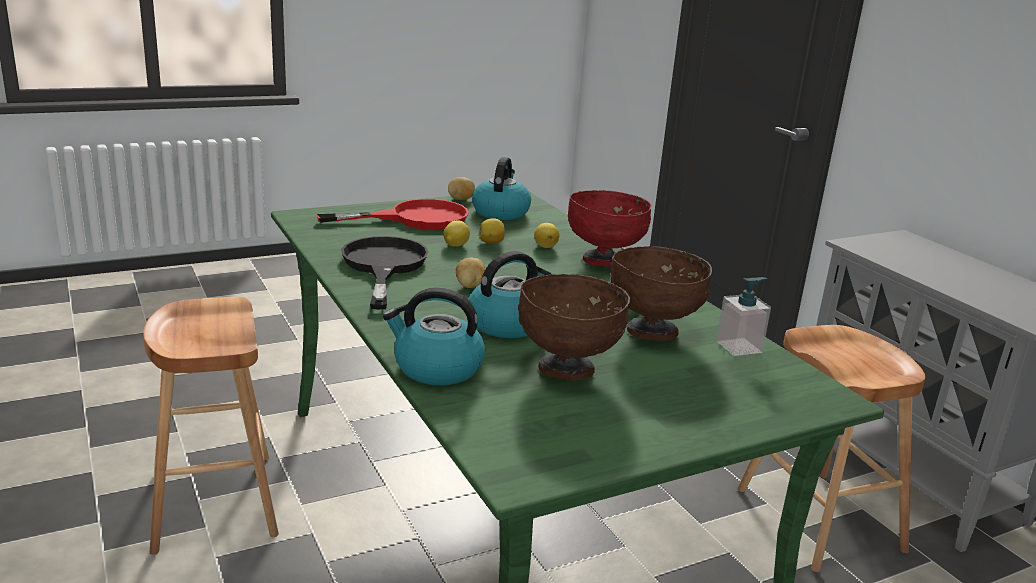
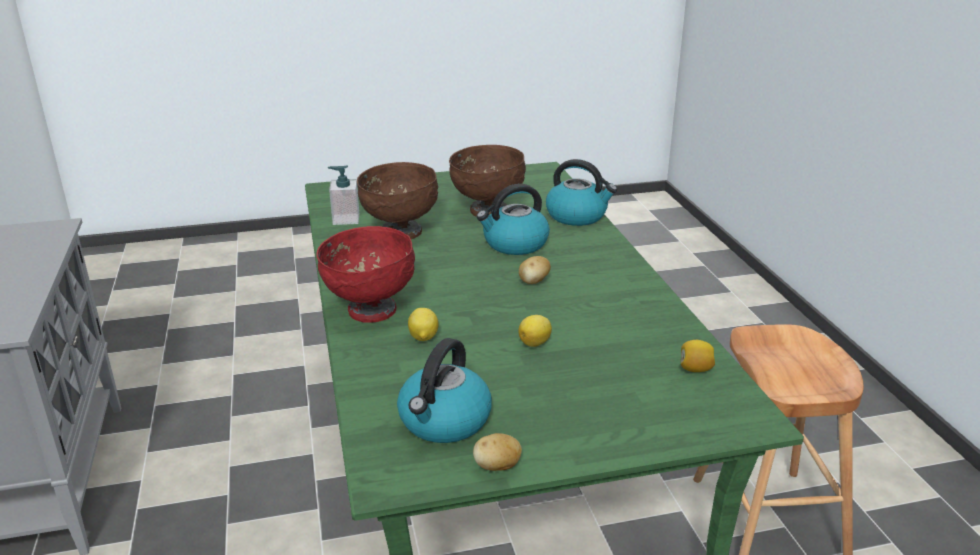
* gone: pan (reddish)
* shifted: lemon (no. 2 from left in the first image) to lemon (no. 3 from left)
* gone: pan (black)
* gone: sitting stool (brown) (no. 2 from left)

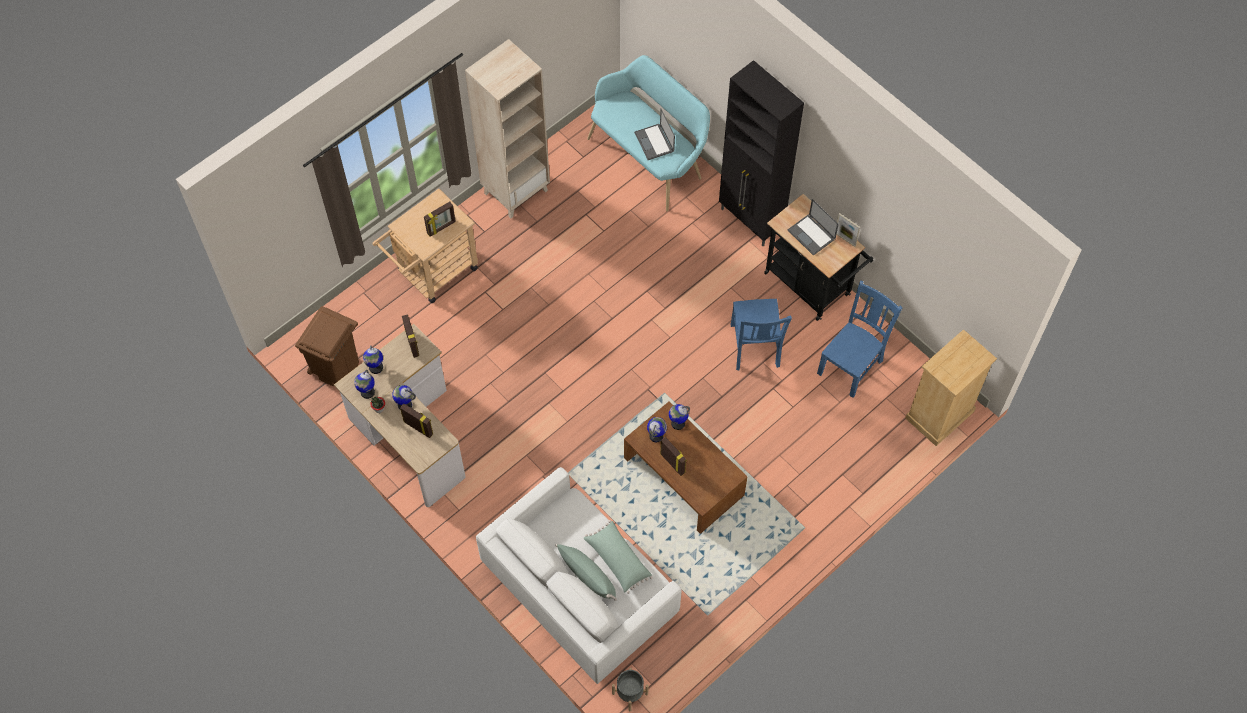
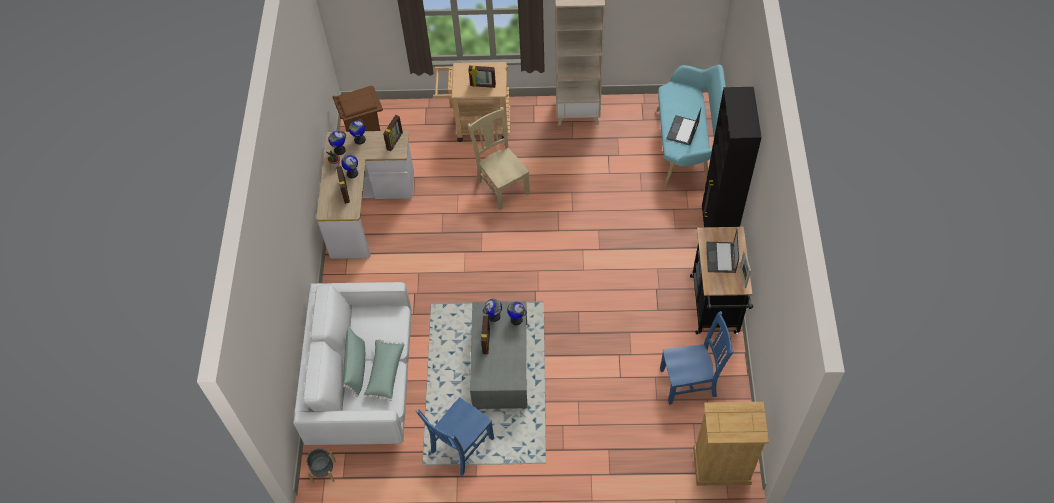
* shifted: plain chair (bluish) (no. 1 from left)
* repainted: low table (brown) to low table (gray)
* new: plain chair (sand-coloured)

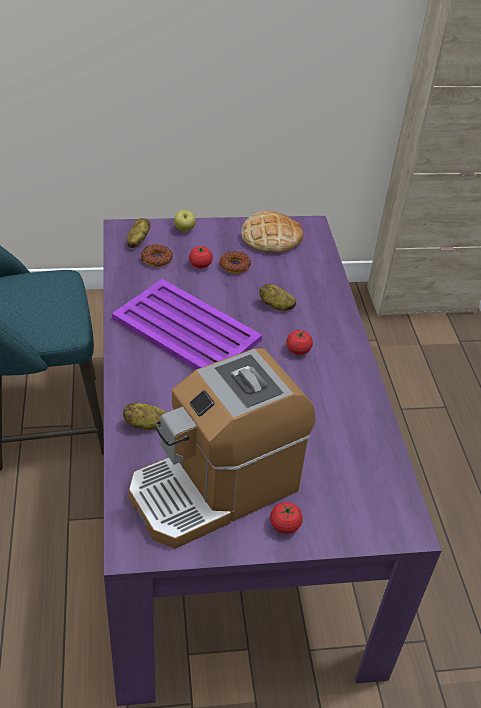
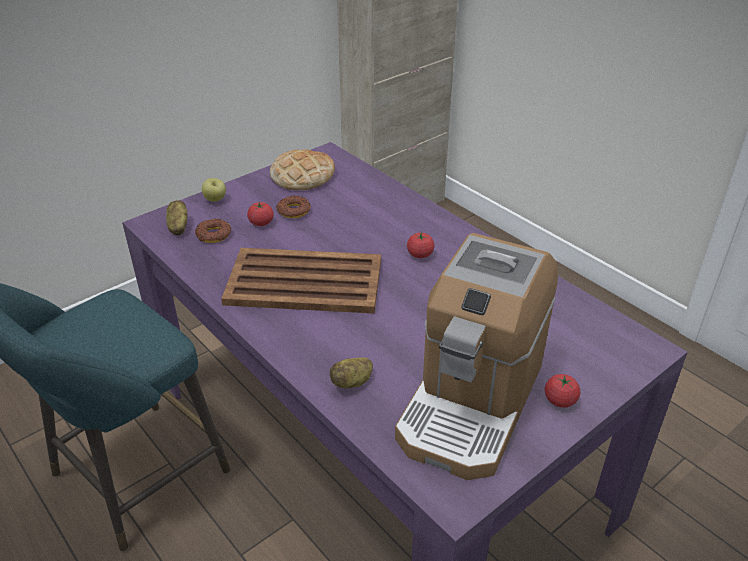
* repainted: tray (purplish) to tray (brown)
* gone: potato (no. 3 from left)

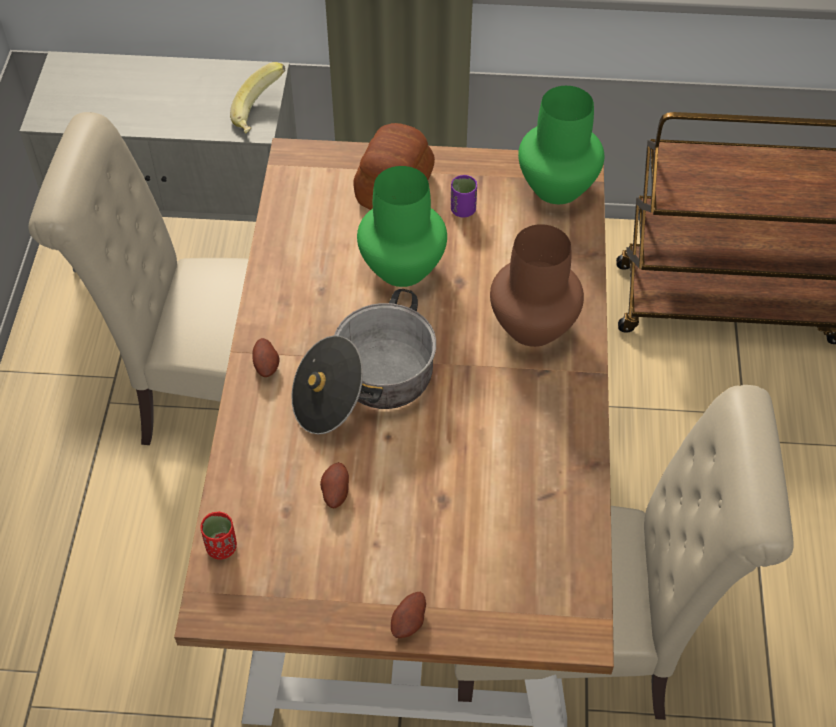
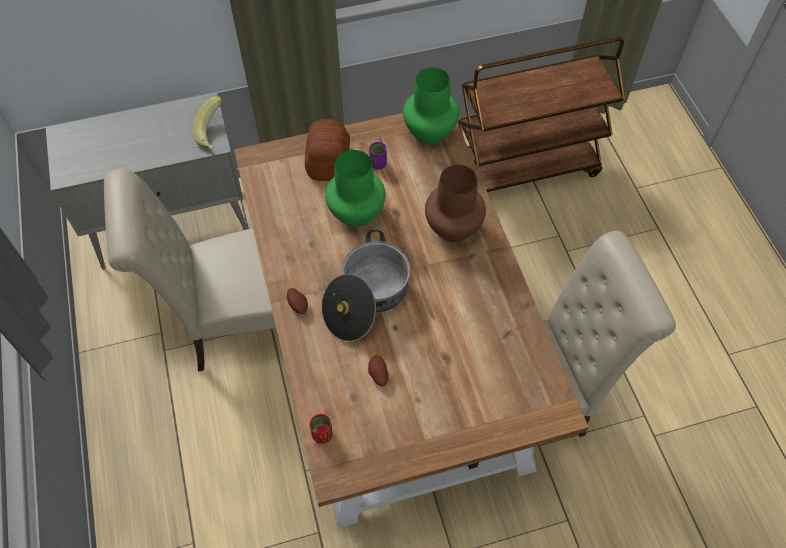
* gone: potato (no. 3 from left)

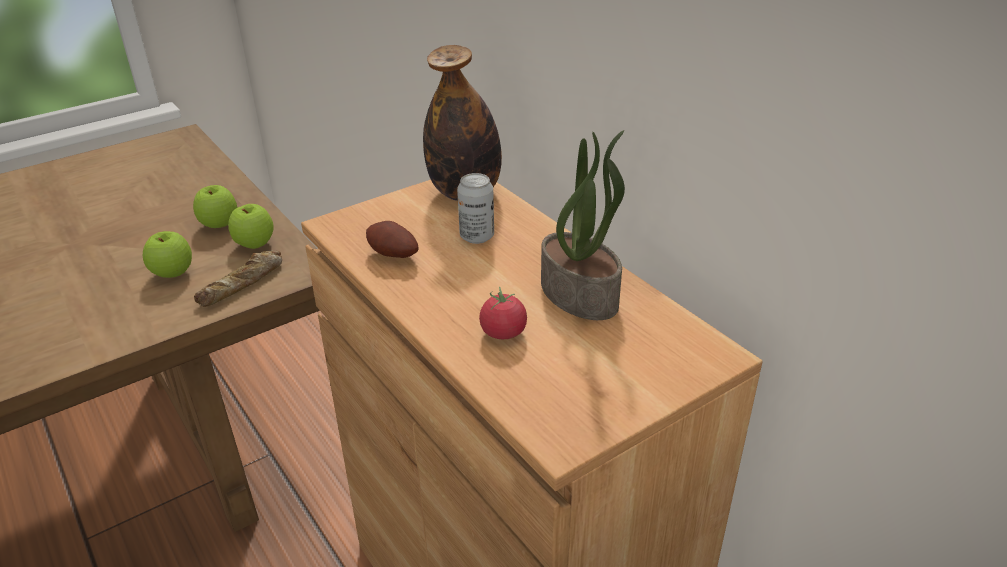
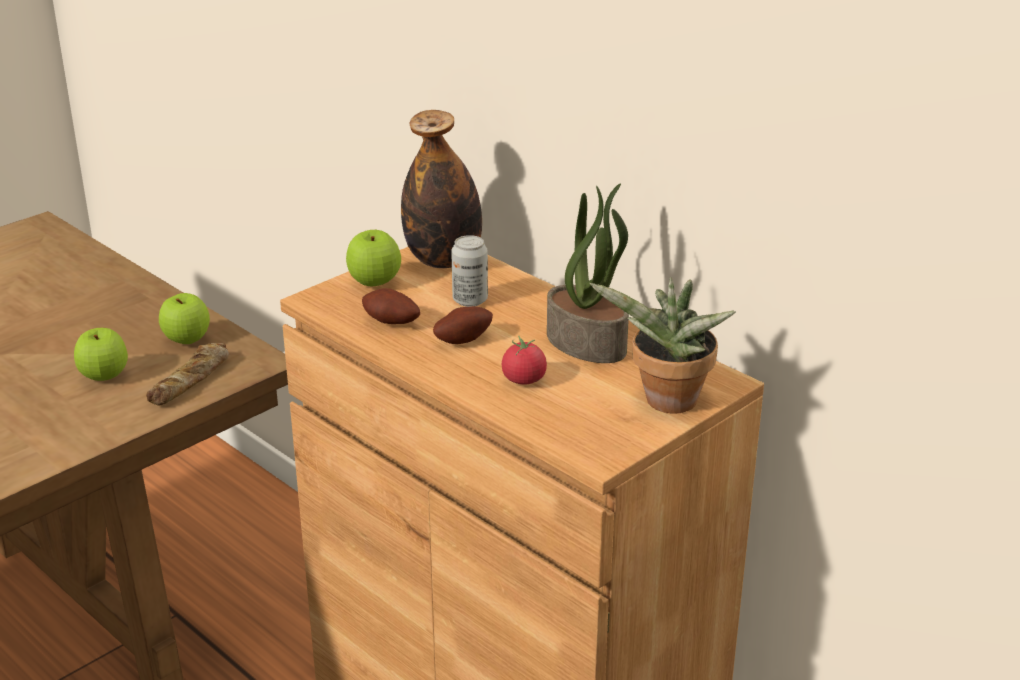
* shifted: apple (no. 2 from left in the first image) to apple (no. 3 from left)
* new: potted plant (no. 2 from left)
* new: potato (no. 2 from left)

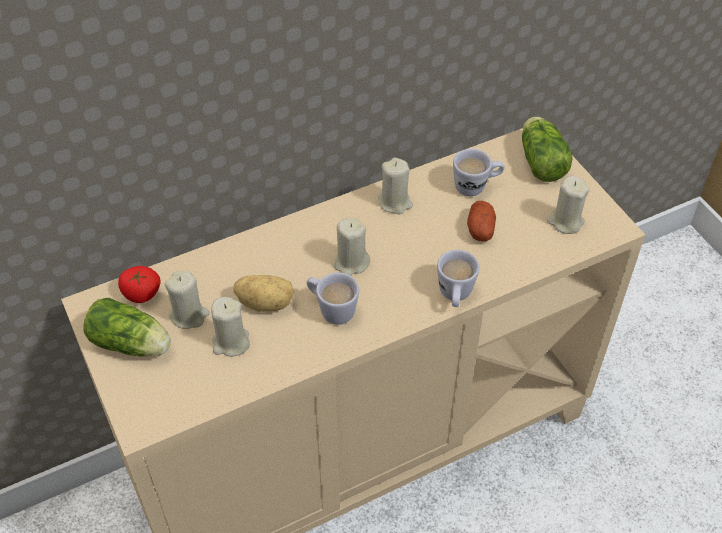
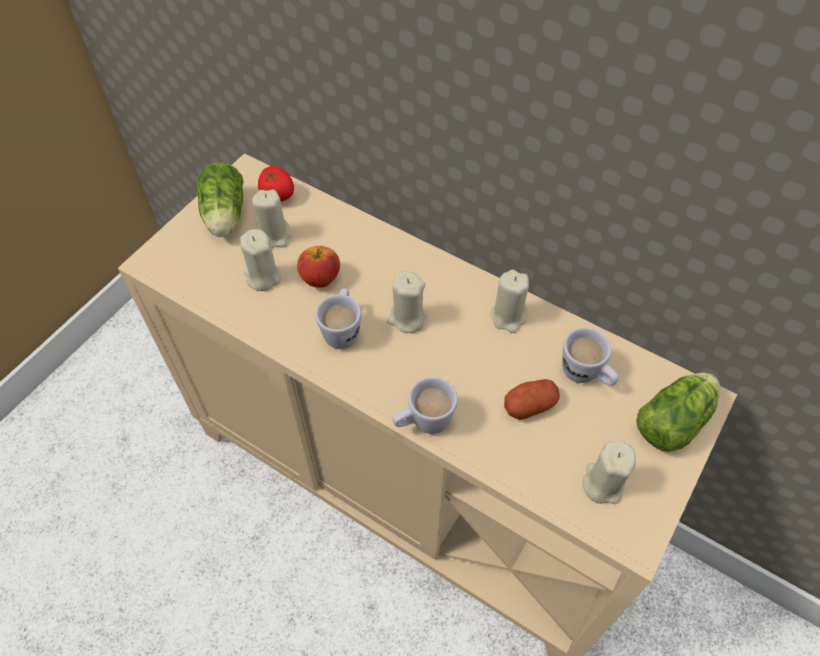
* swapped: potato (no. 1 from left) to apple

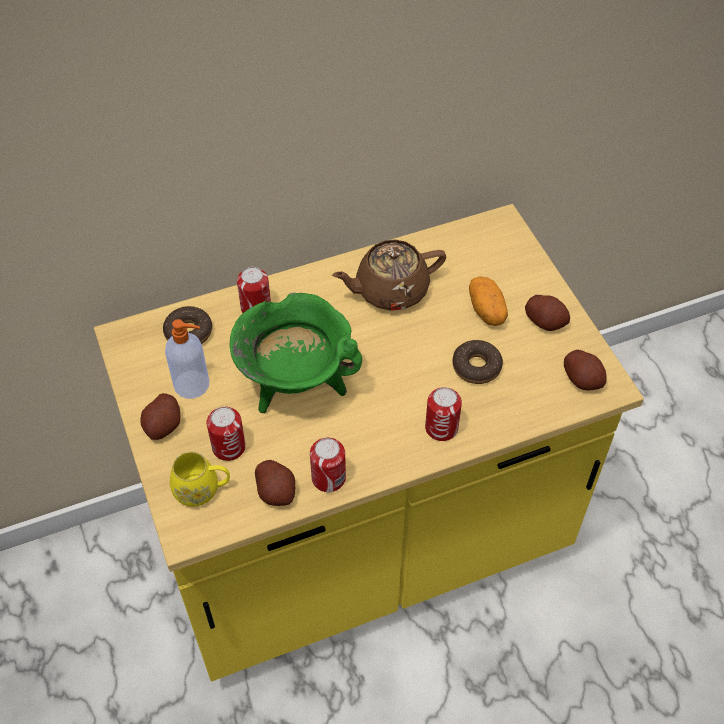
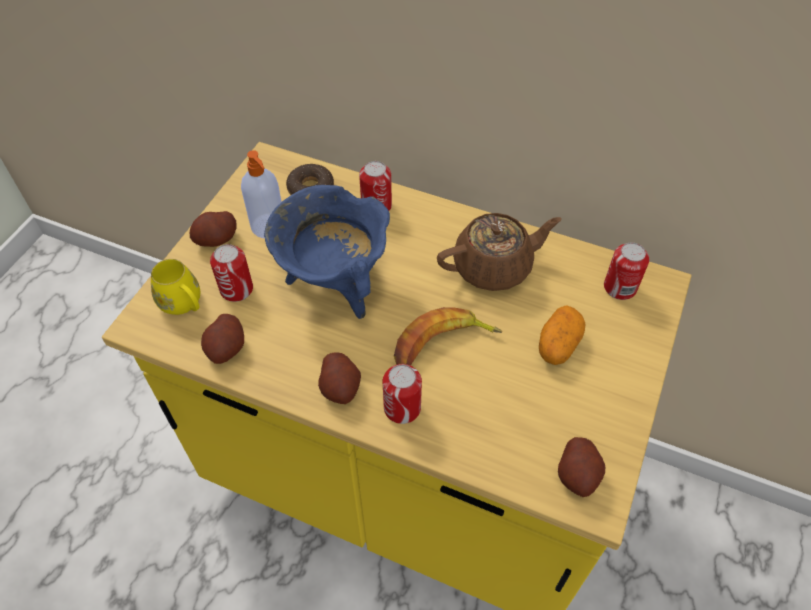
* rotated: teapot (brown) 135 degrees clockwise
* repainted: stockpot (green) to stockpot (bluish)
* shifted: potato (no. 4 from left in the first image) to potato (no. 3 from left)
* gone: ring doughnut (no. 2 from left)
* shifted: sealed can (no. 3 from left in the first image) to sealed can (no. 4 from left)
* new: banana

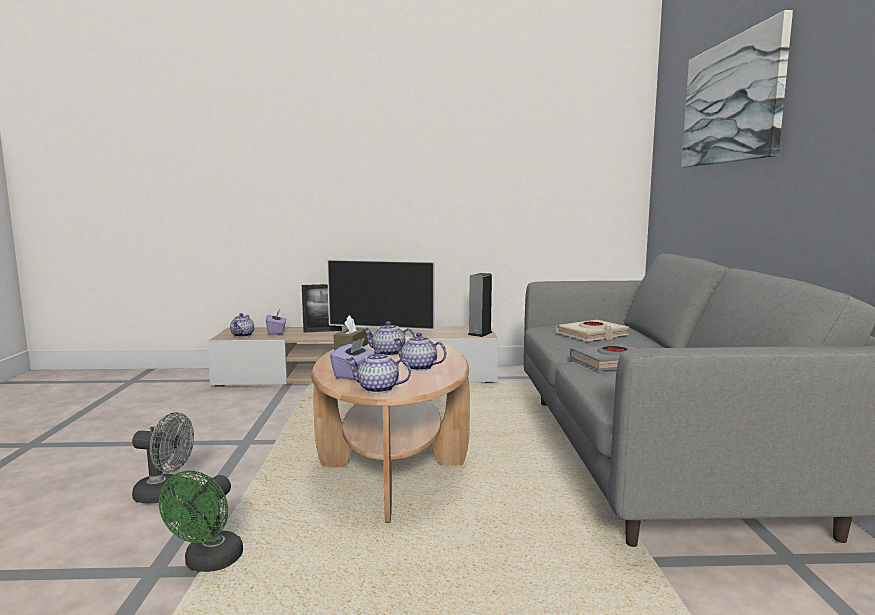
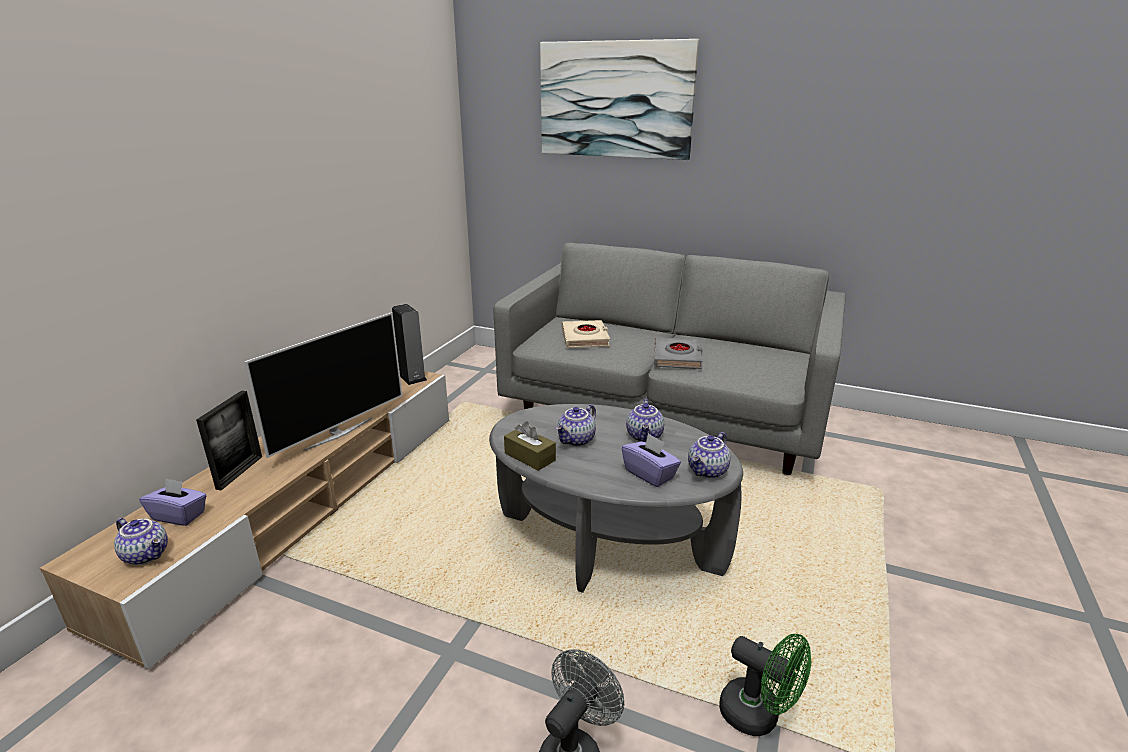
* rotated: teapot (no. 4 from left in the first image) 45 degrees counterclockwise
* repainted: low table (brown) to low table (gray)

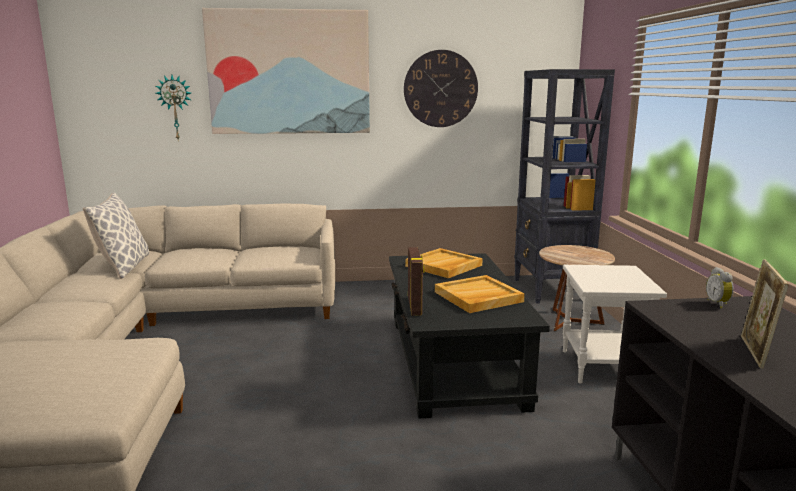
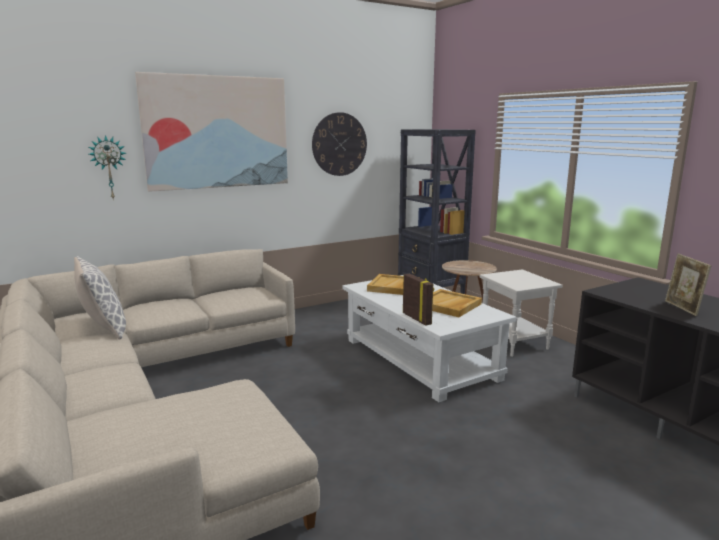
* repainted: low table (black) to low table (white-coloured)
* gone: alarm clock

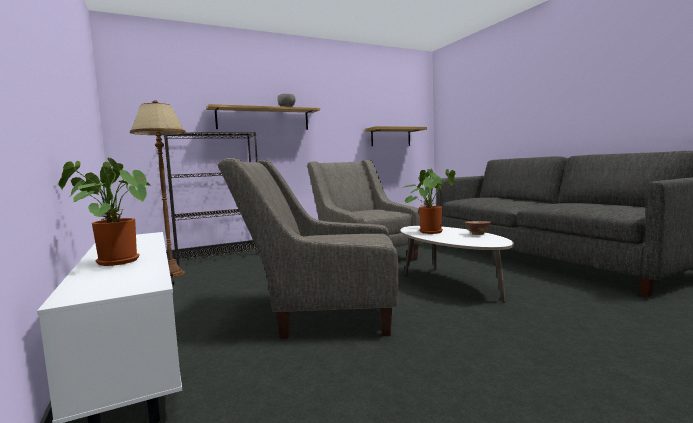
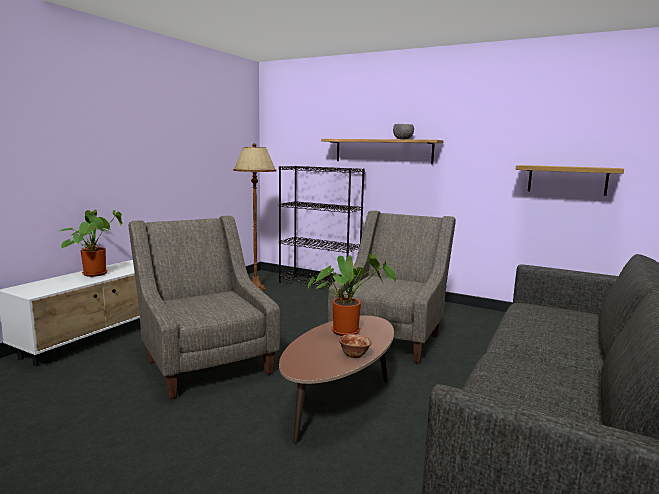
* repainted: low table (white-coloured) to low table (brown)

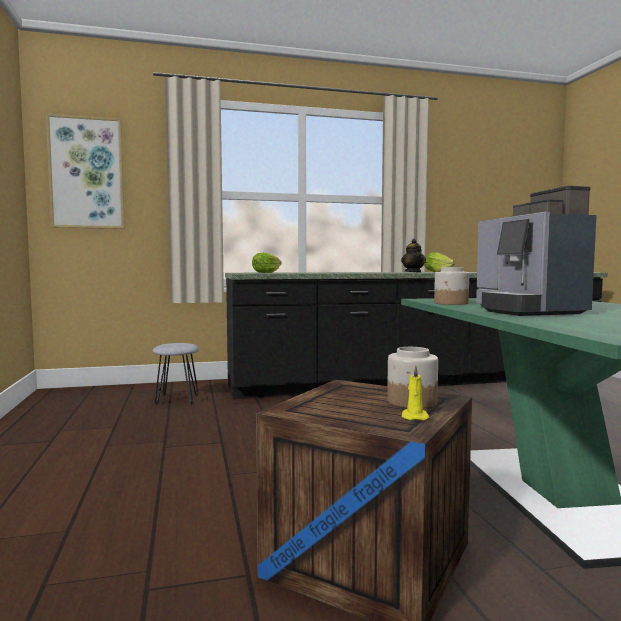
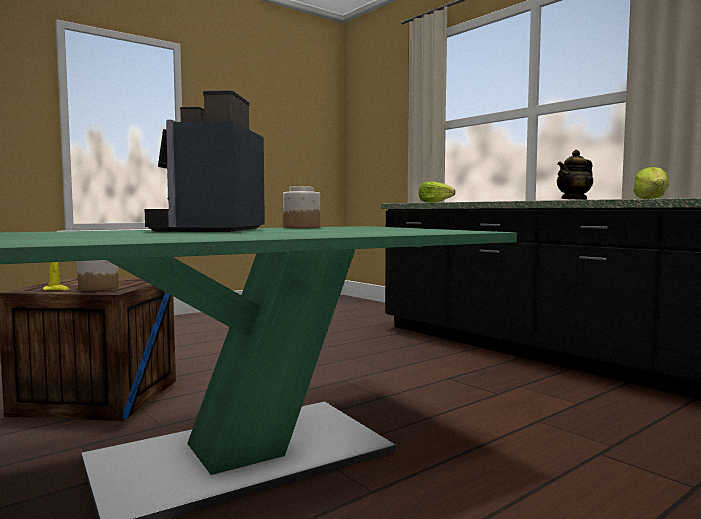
* gone: wall art
* rotated: coffee maker 45 degrees counterclockwise
* gone: sitting stool (gray)

